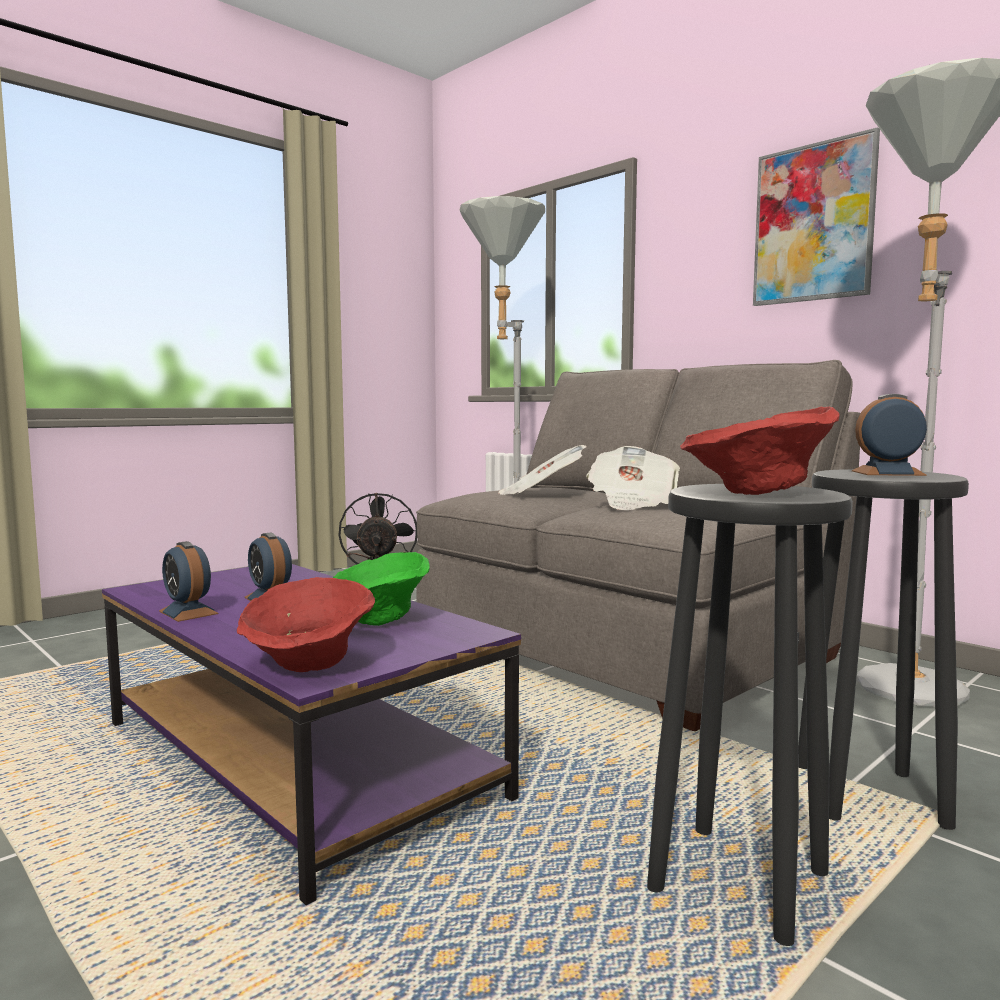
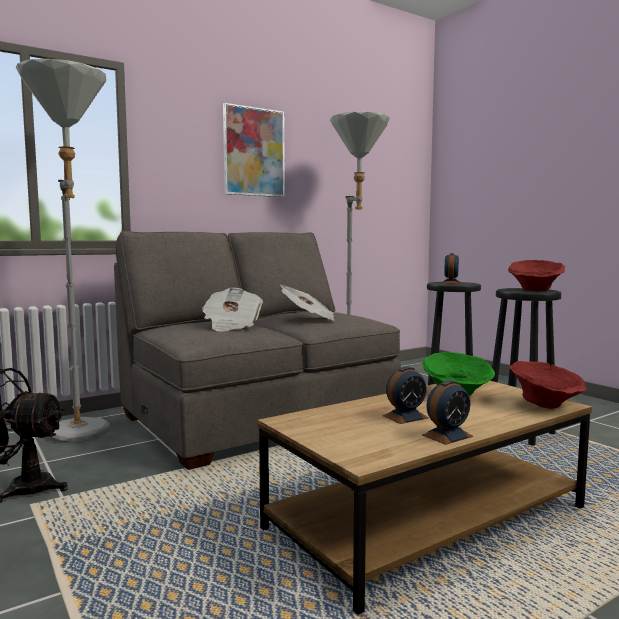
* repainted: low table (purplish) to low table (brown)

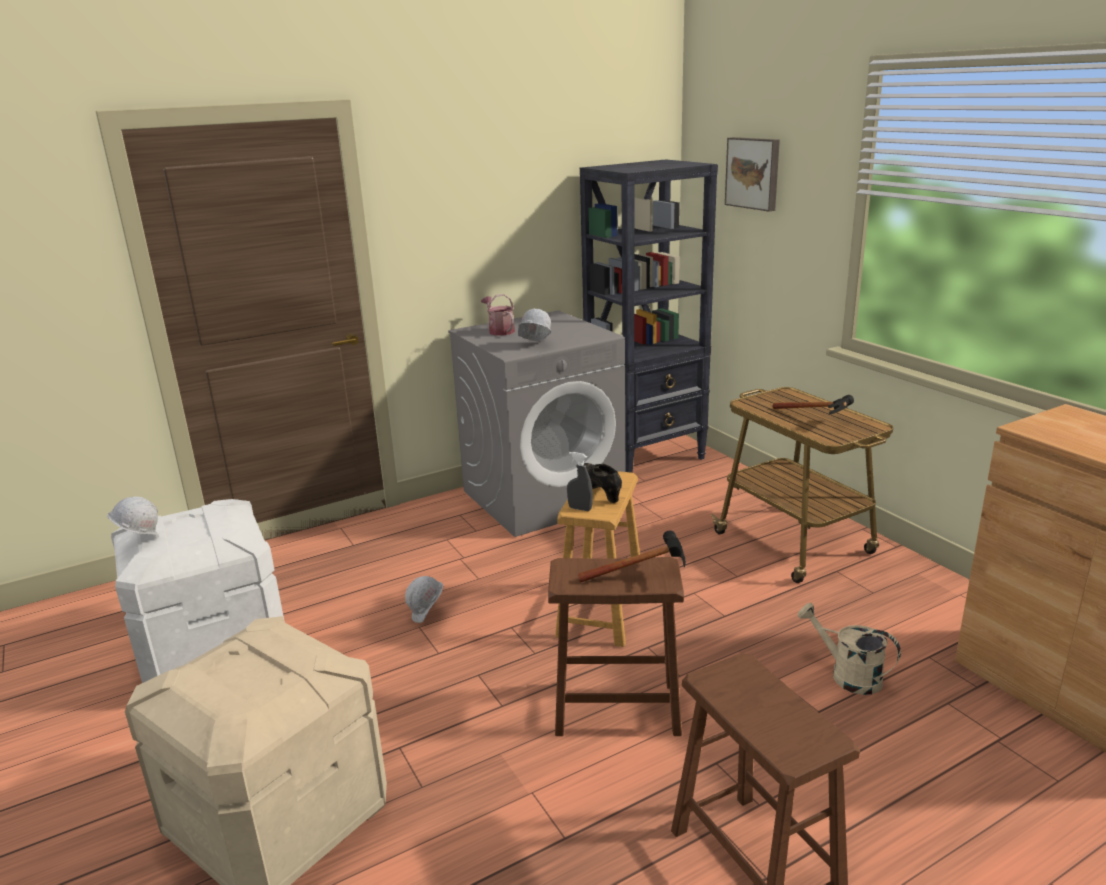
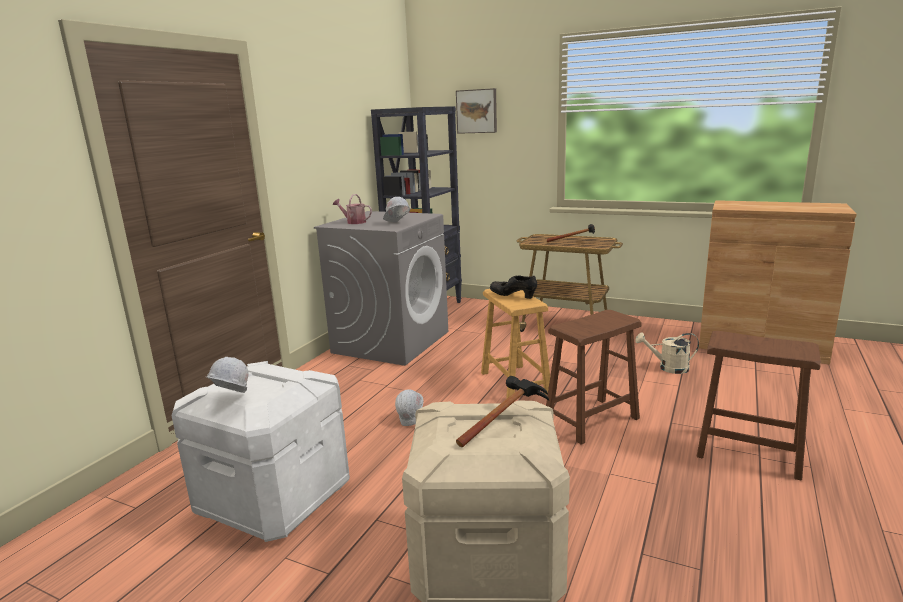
* gone: sprayer (gray)
* shifted: hammer (no. 1 from left)

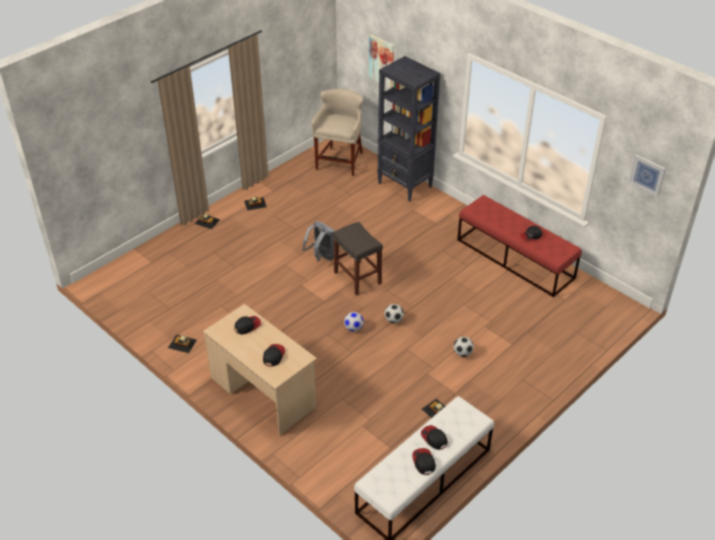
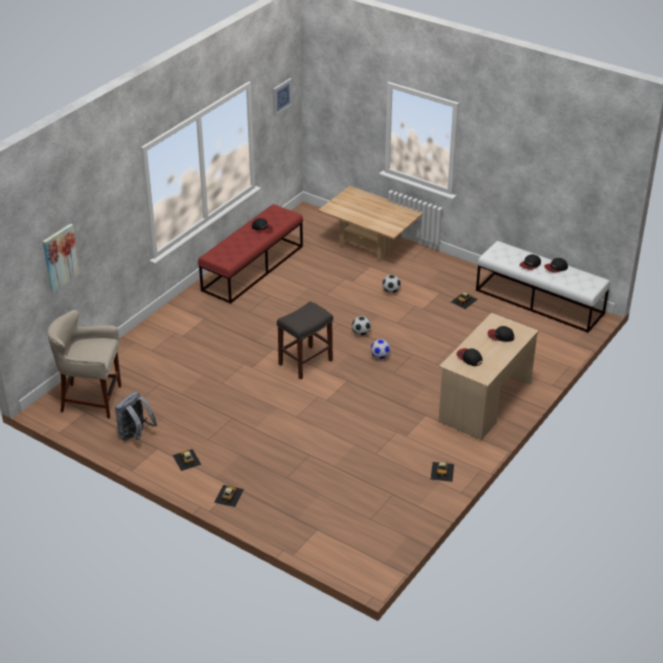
* gone: bookshelf (black)
* shifted: rucksack (gray)
* new: low table (sand-coloured)

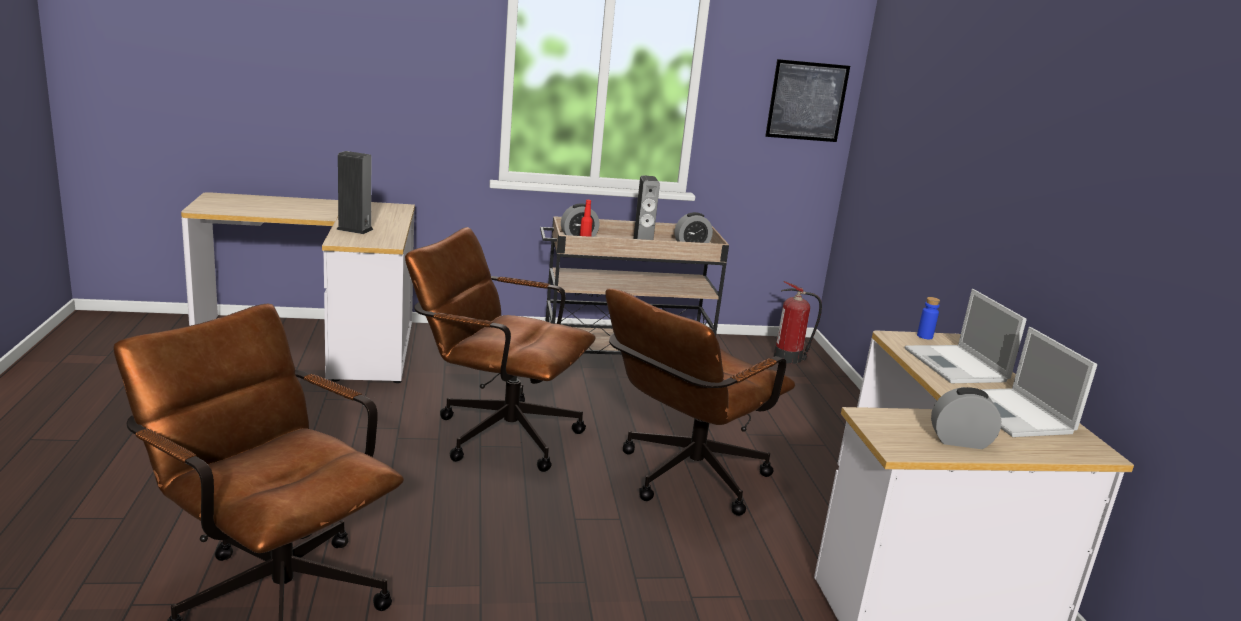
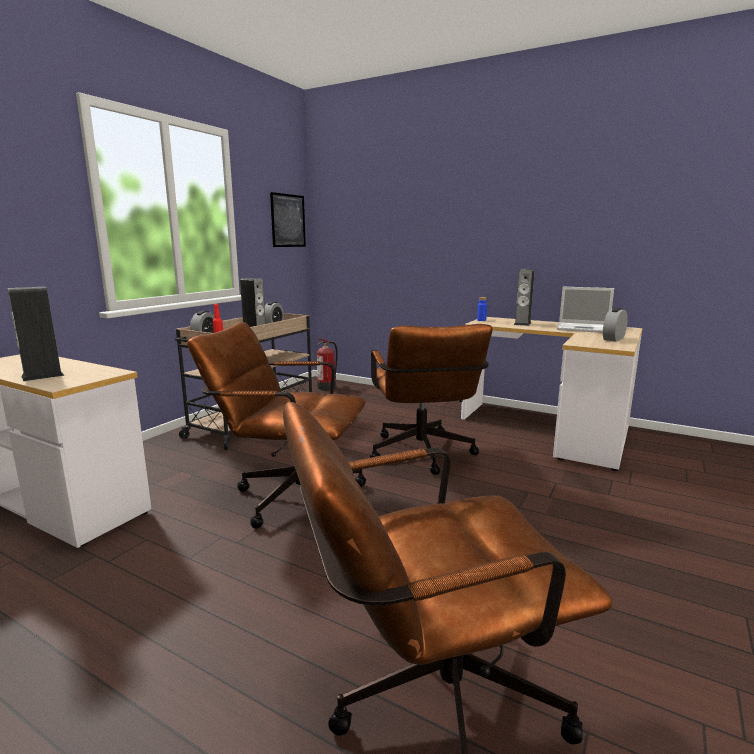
* rotated: desk chair (brown) (no. 2 from left in the first image) 45 degrees clockwise
* swapped: portable computer (no. 1 from left) to speaker (no. 3 from left)

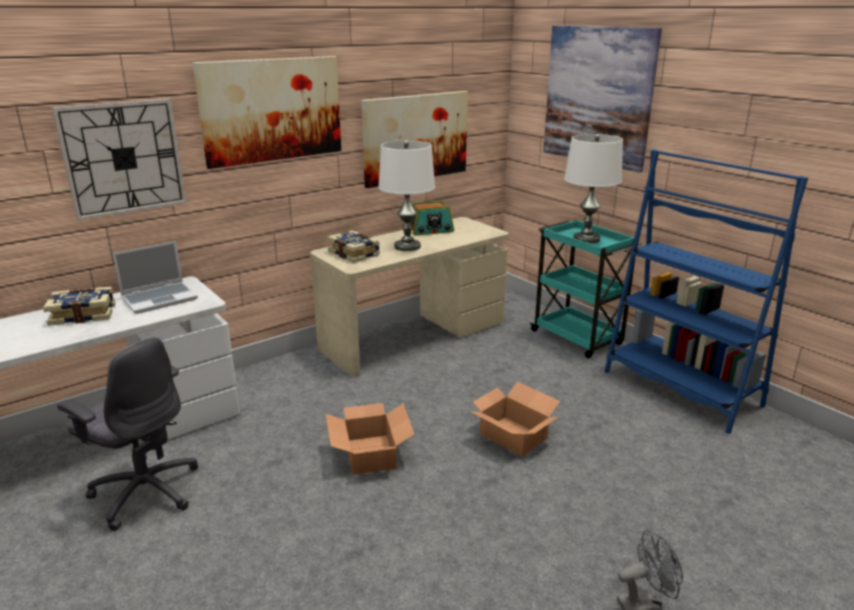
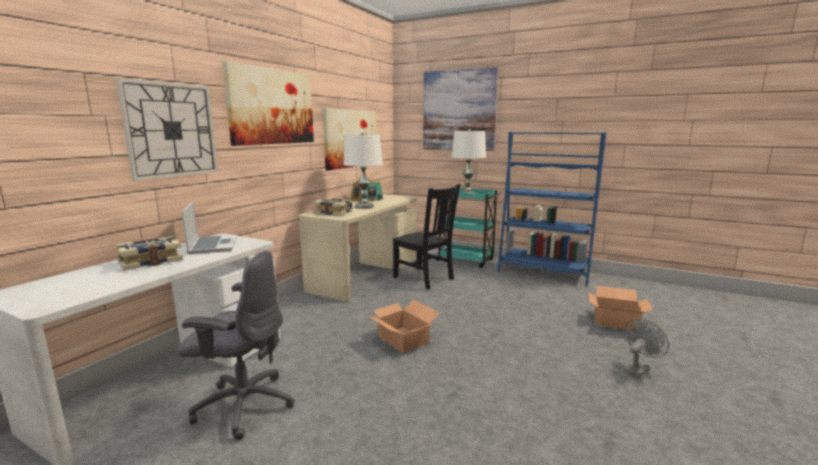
* rotated: portable computer 45 degrees counterclockwise
* shifted: cardboard box (no. 2 from left)
* new: plain chair (black)

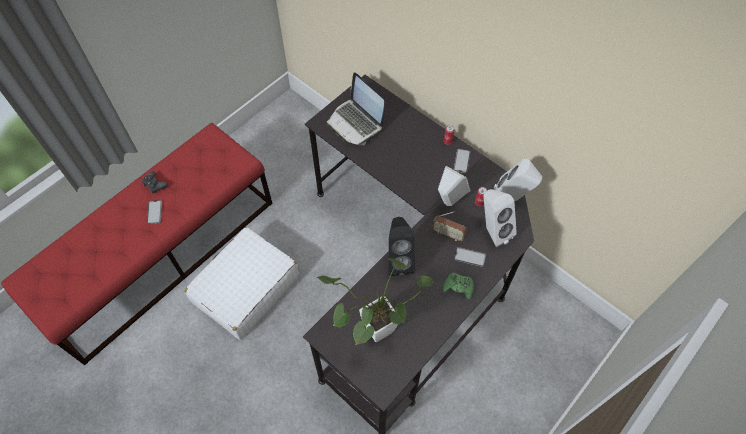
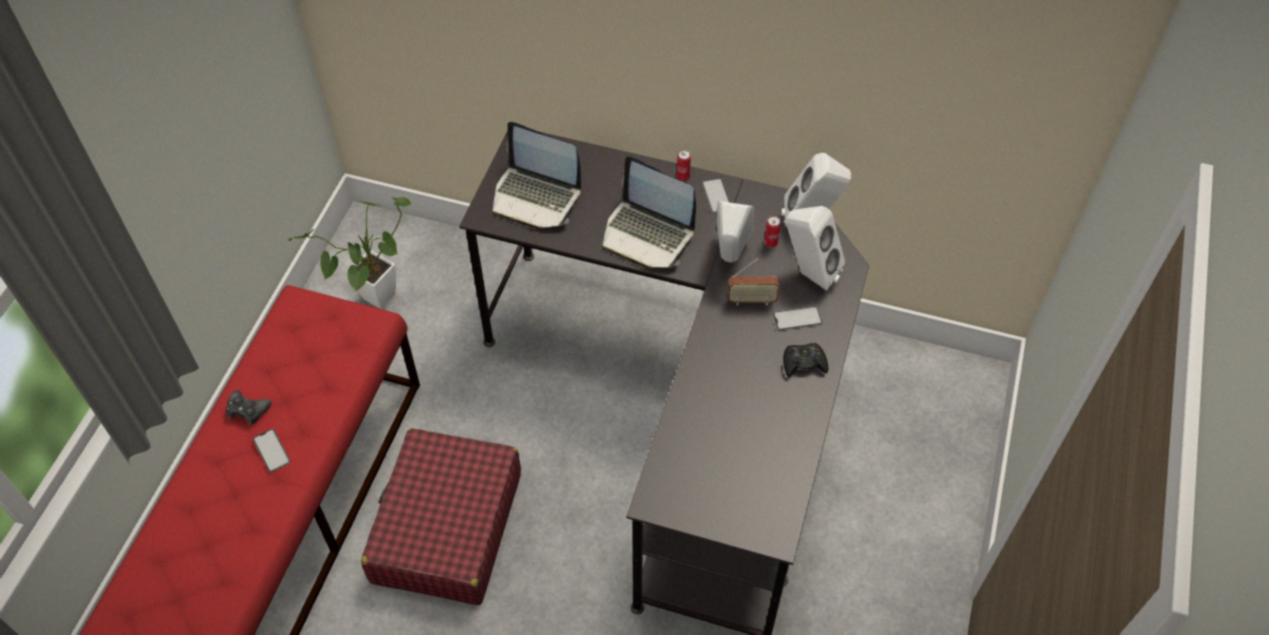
* gone: speaker (black)
* repainted: travel case (white-coloured) to travel case (reddish)
* shifted: potted plant
* repainted: game controller (green) to game controller (black) (no. 2 from left)
* new: portable computer (no. 2 from left)

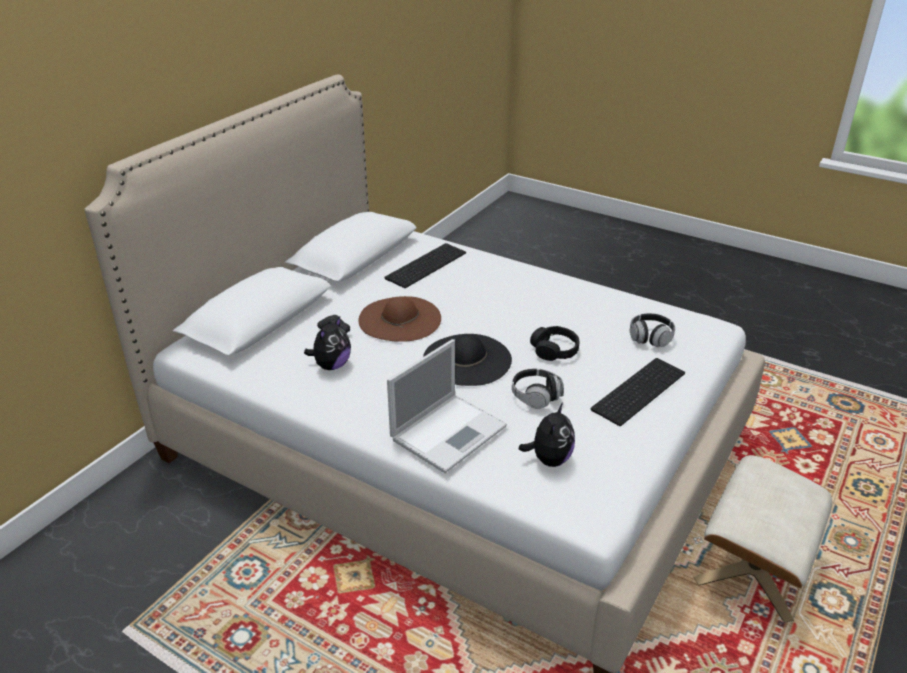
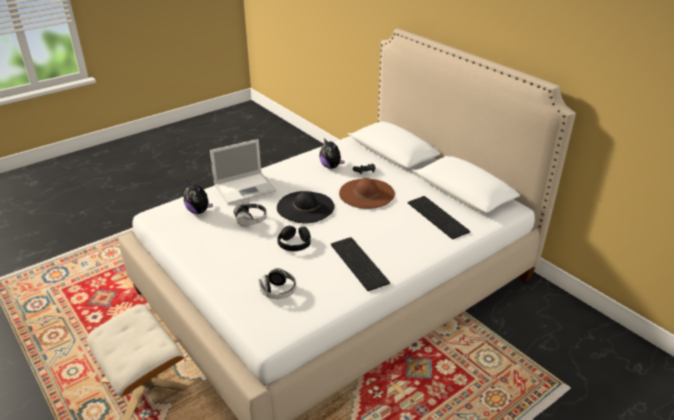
* rotated: portable computer 90 degrees counterclockwise
* shifted: keyboard (no. 2 from left in the first image) to keyboard (no. 1 from left)

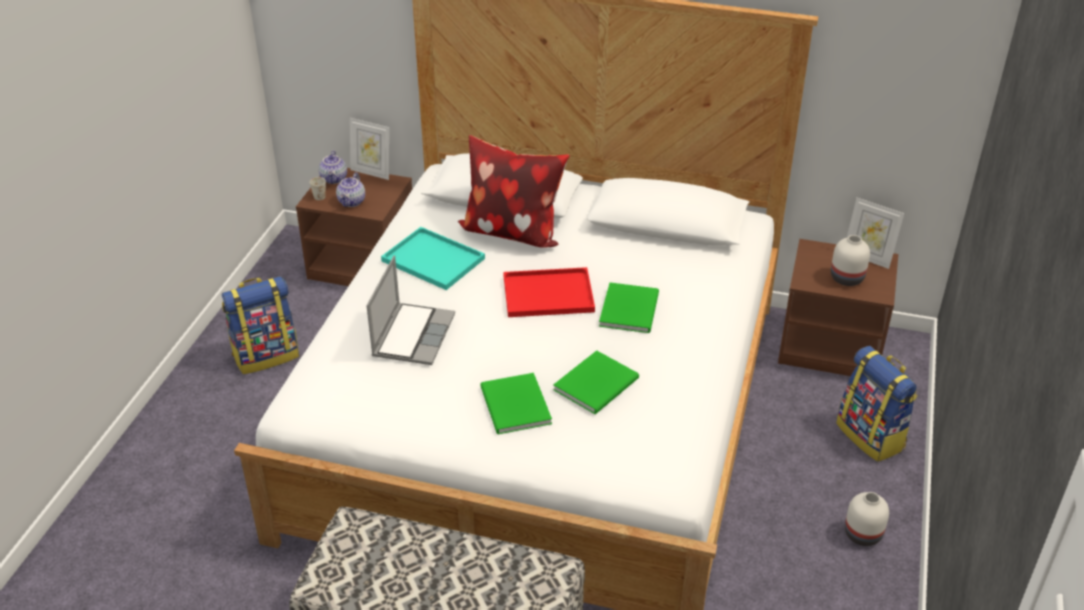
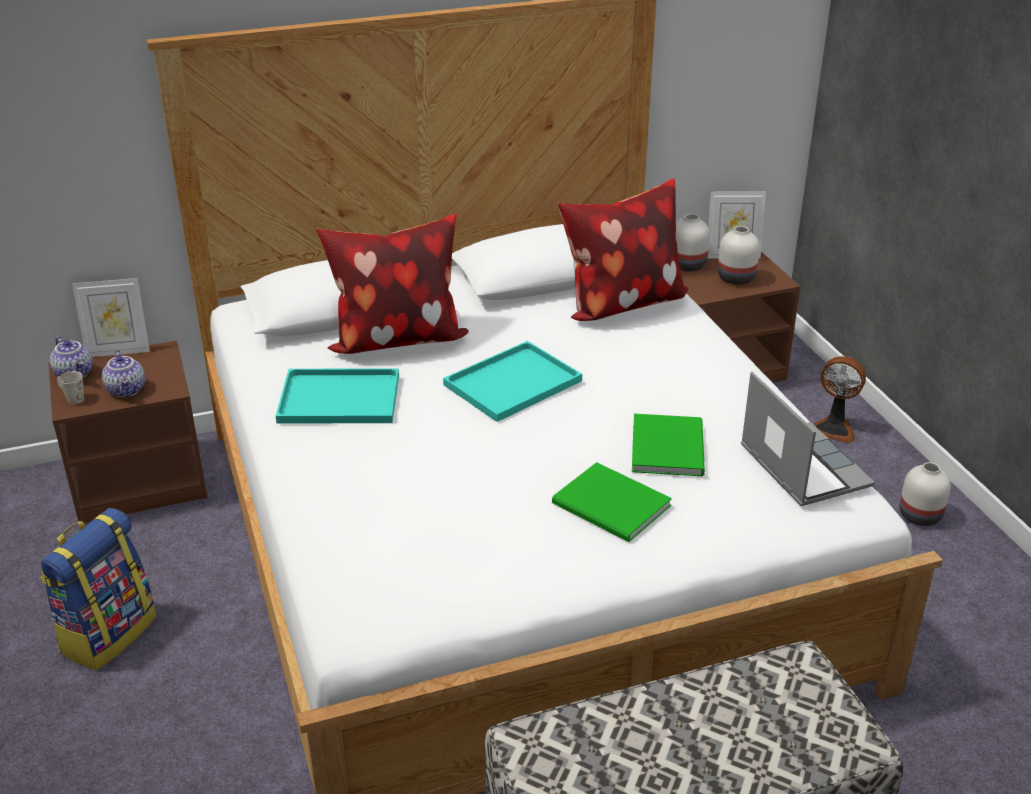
* shifted: portable computer
* repainted: tray (reddish) to tray (turquoise-coloured) (no. 2 from left)
* gone: bound book (green) (no. 3 from left)
* swapped: rucksack (no. 2 from left) to electric fan
* new: pillow (no. 2 from left)
* new: flower vase (white-coloured) (no. 1 from left)

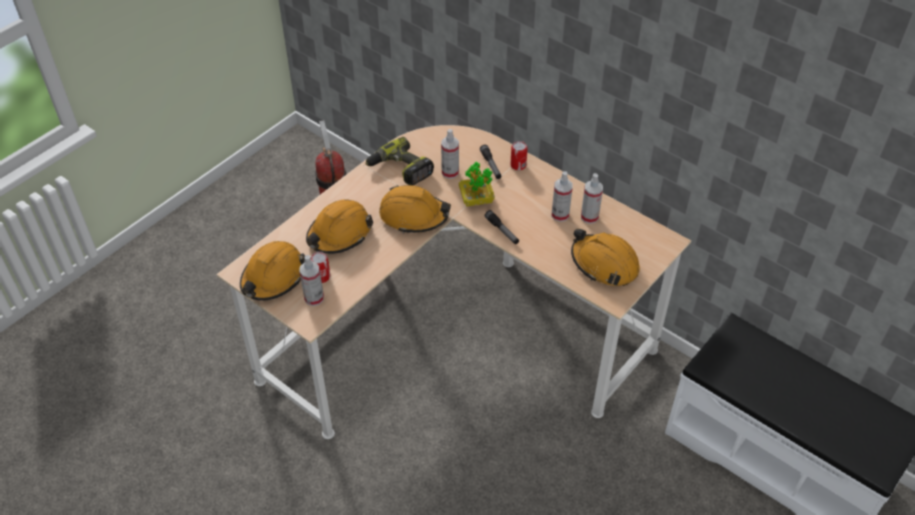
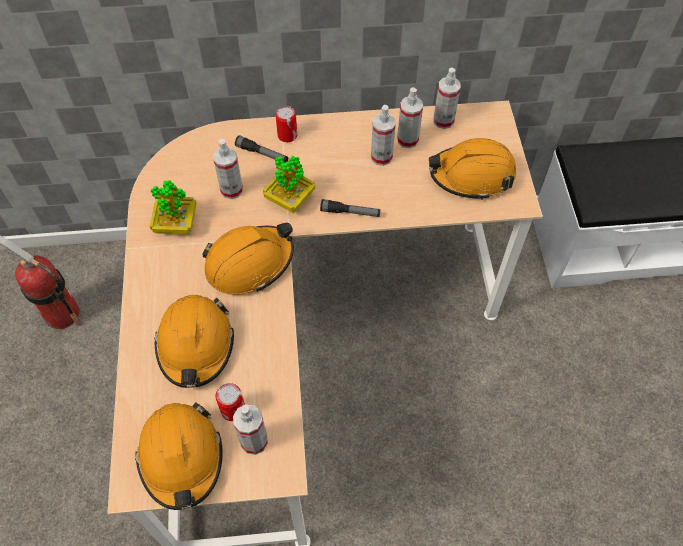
* swapped: electric drill to potted plant (no. 1 from left)
* new: sprayer (no. 5 from left)

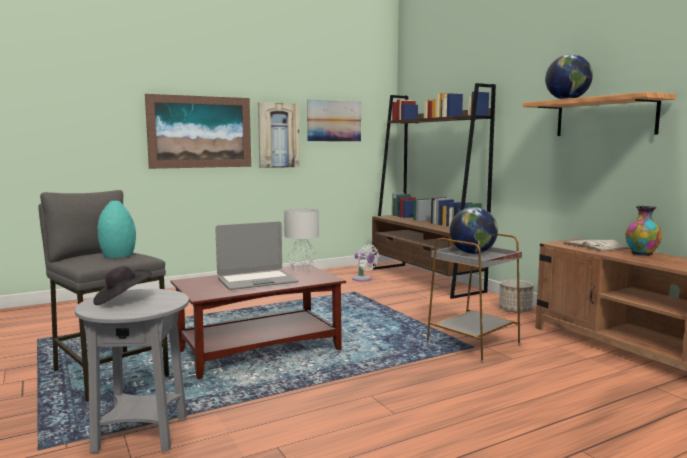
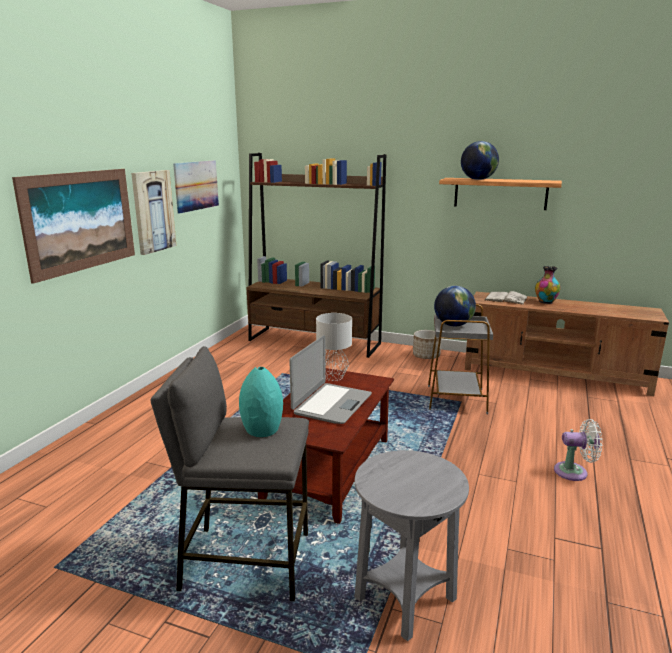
* shifted: electric fan (white-coloured)
* gone: clothing hat (black)

